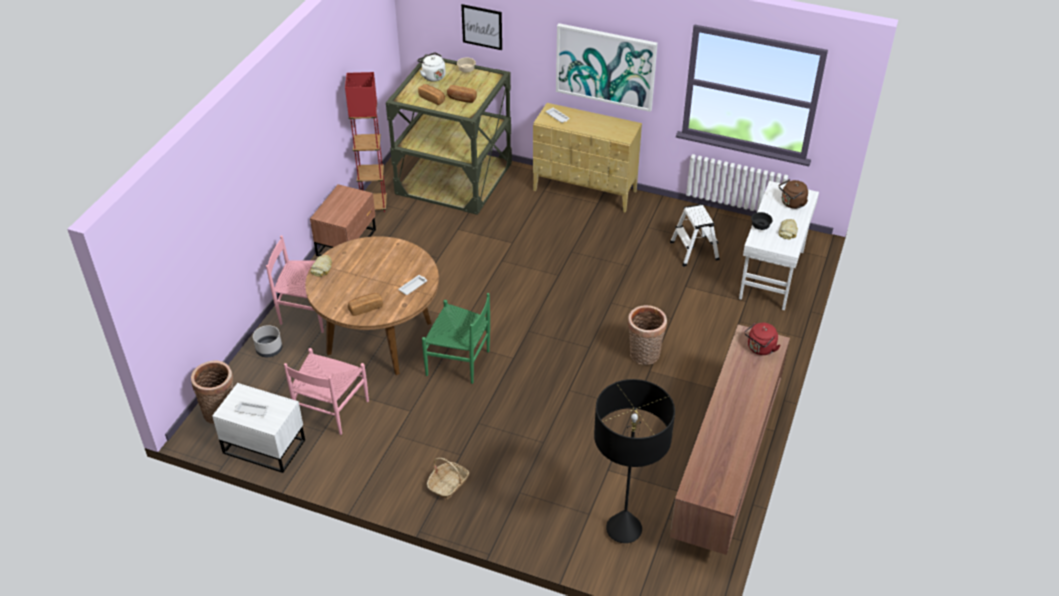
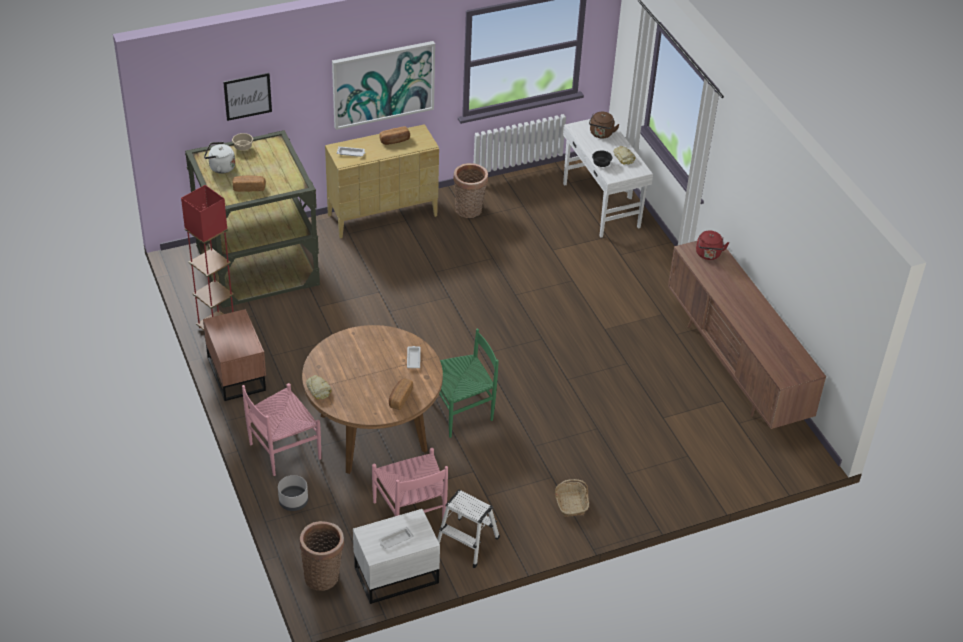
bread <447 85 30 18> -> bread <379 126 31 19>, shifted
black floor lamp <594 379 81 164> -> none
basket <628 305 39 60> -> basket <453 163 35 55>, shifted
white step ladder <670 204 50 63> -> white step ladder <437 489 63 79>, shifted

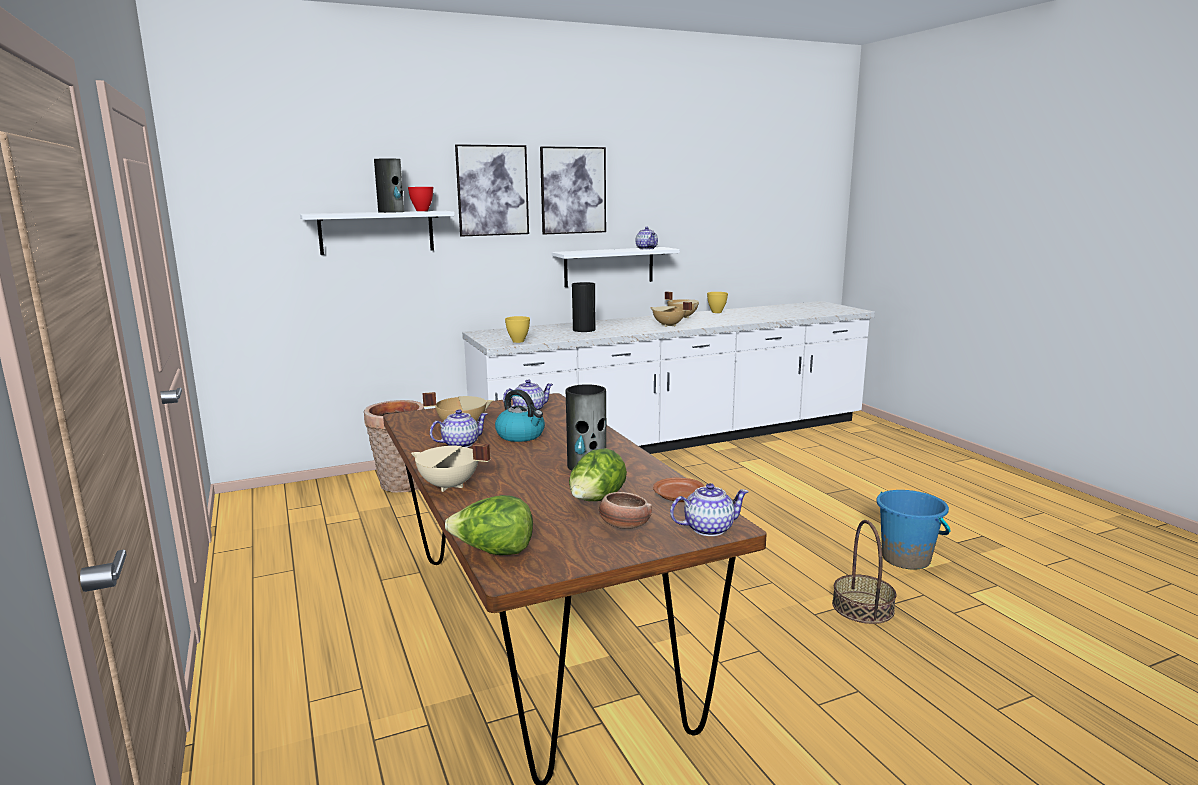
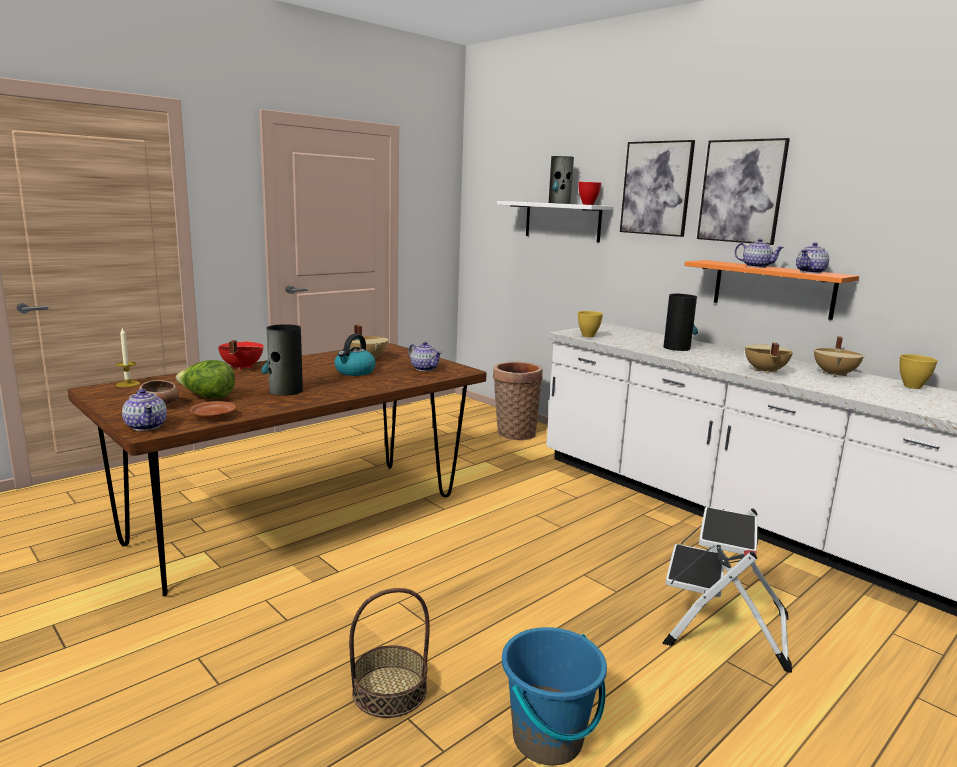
beige cooking pot <411 443 79 49> -> red cooking pot <218 340 46 30>
teapot <430 409 58 39> -> teapot <735 239 49 29>, shifted
lettuce <445 495 88 60> -> candle <116 328 24 59>
white shelf <551 247 129 40> -> orange shelf <684 260 175 60>
none -> step ladder <662 507 130 166>

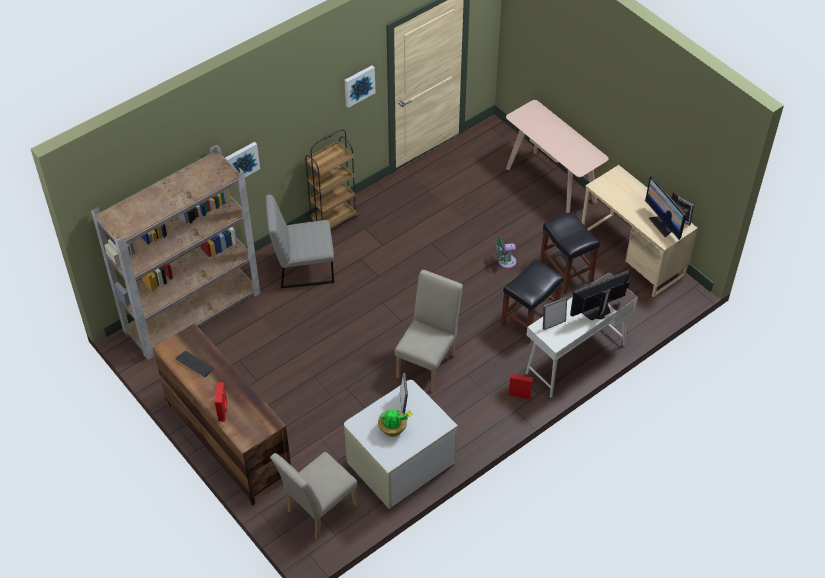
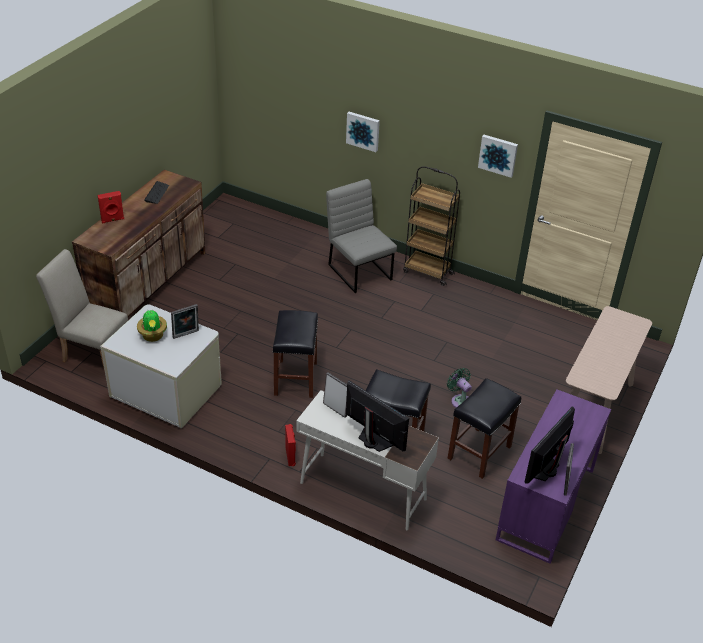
brown bookcase <91 145 170 215> -> none
beige chair <395 270 68 123> -> black stool <272 310 46 88>
beige desk <582 165 116 132> -> purple desk <496 389 115 175>

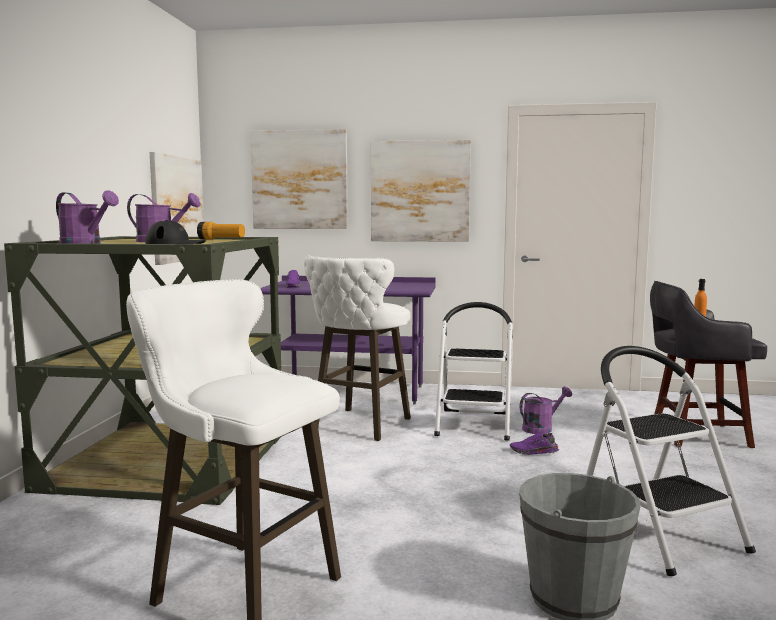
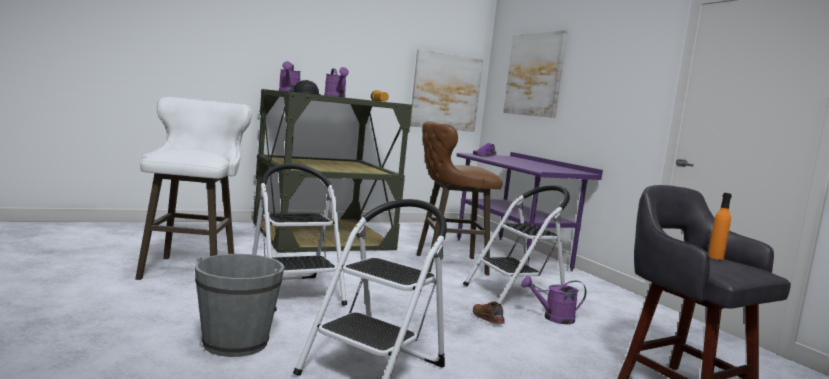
white stool <304 256 107 185> -> brown stool <416 121 87 154>
picture <371 140 100 102> -> none
purple shoe <510 432 49 23> -> brown shoe <473 301 32 23>
purple watering can <520 386 52 48> -> purple watering can <521 276 65 48>, 150 degrees clockwise
none -> step ladder <252 163 95 149>

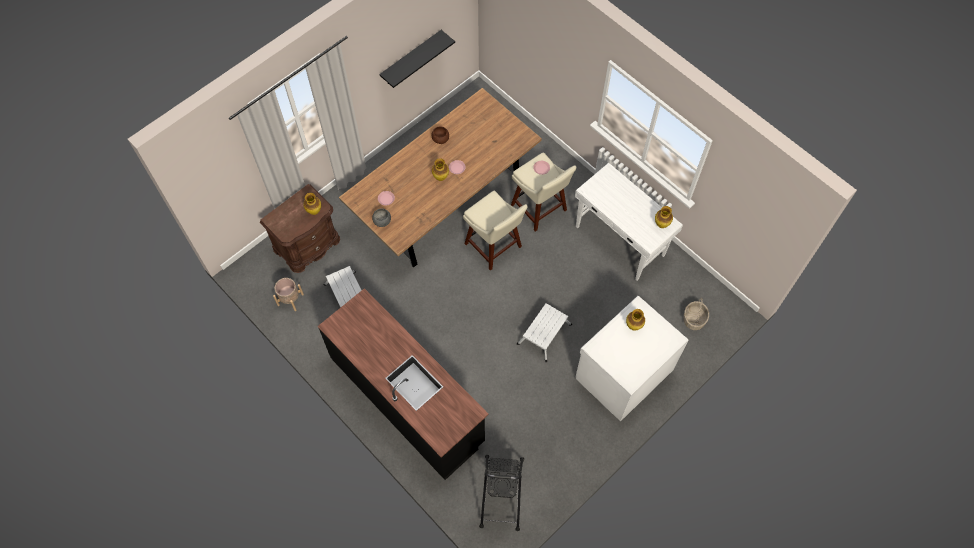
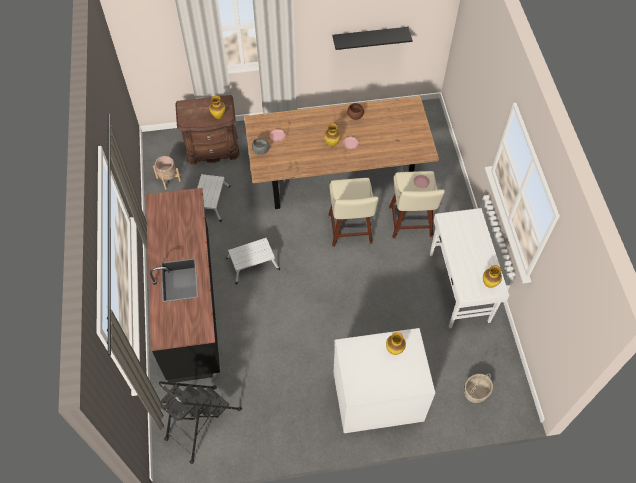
white step ladder <517 303 55 59> -> white step ladder <226 237 54 48>, shifted

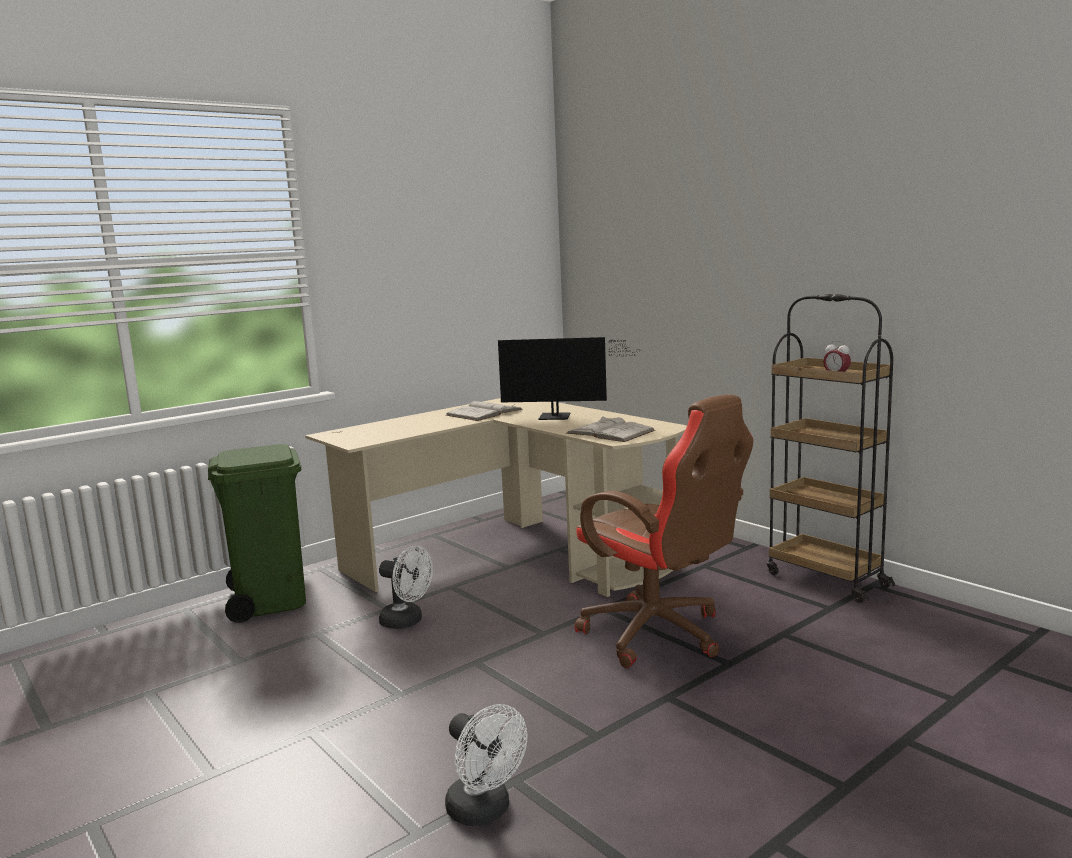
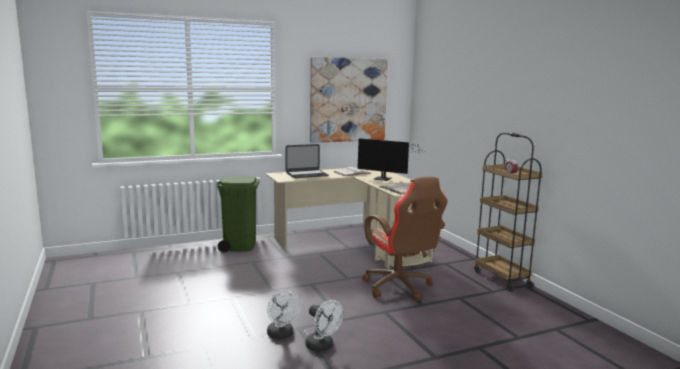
white fan <379 546 54 83> -> white fan <305 300 38 52>, shifted
none -> laptop <286 144 43 34>
none -> picture <310 57 78 86>

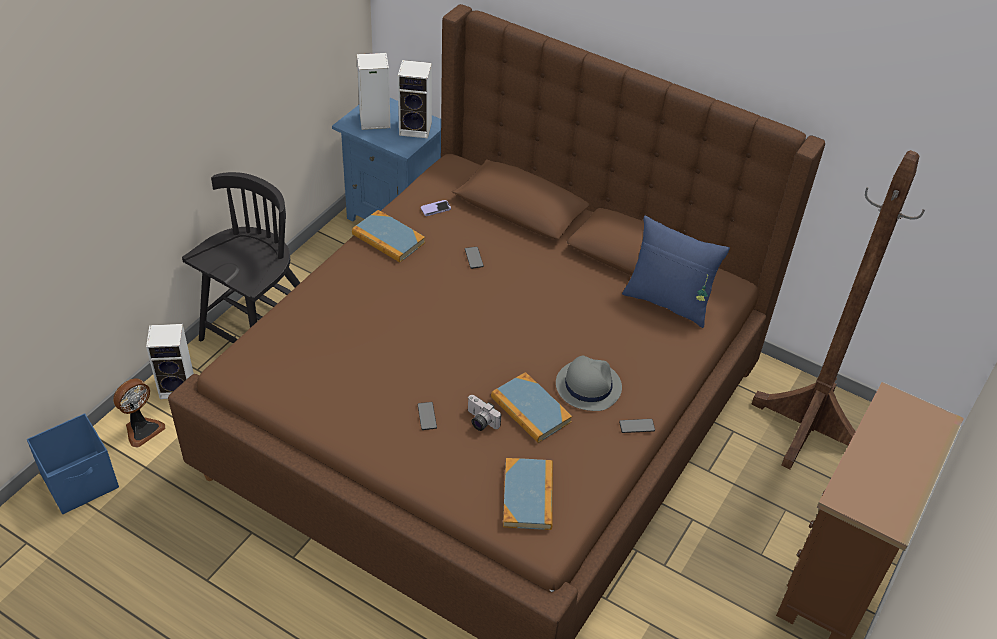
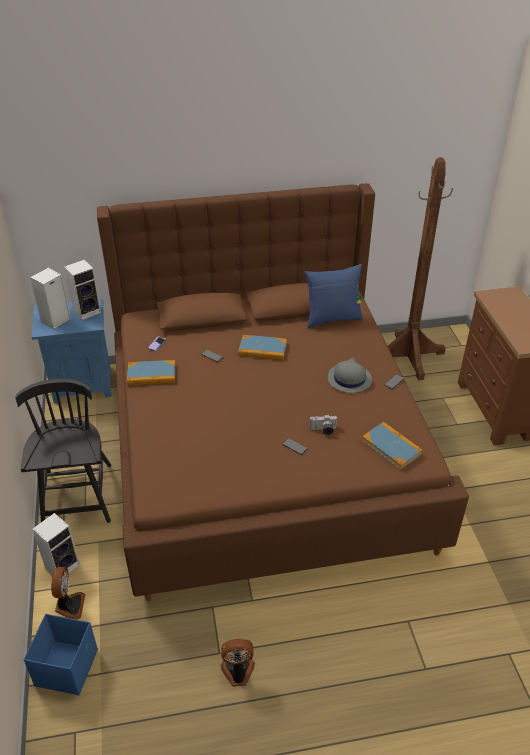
book <491 372 81 71> -> book <238 335 49 25>, shifted
none -> fan <220 639 35 48>

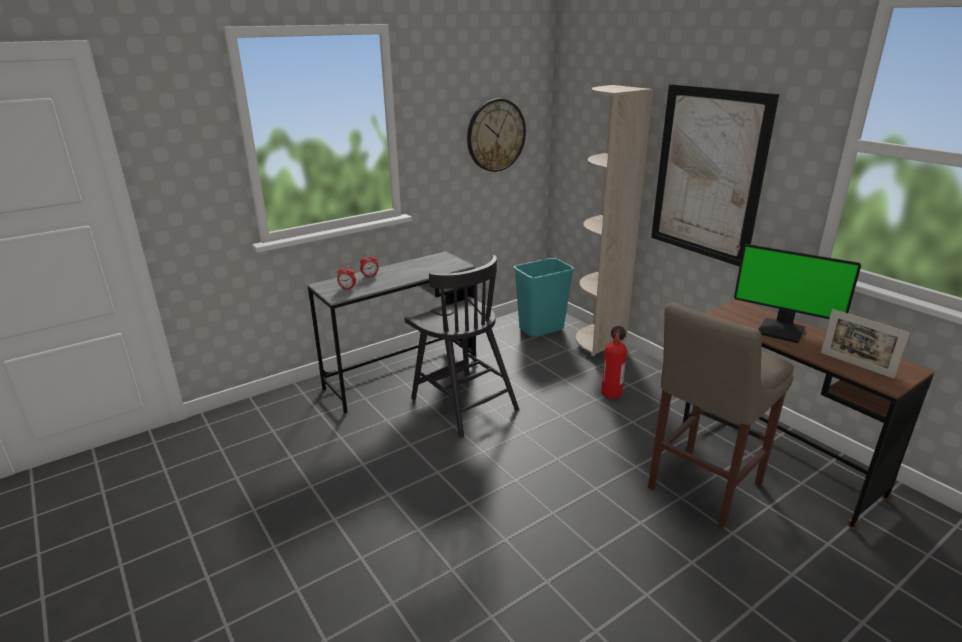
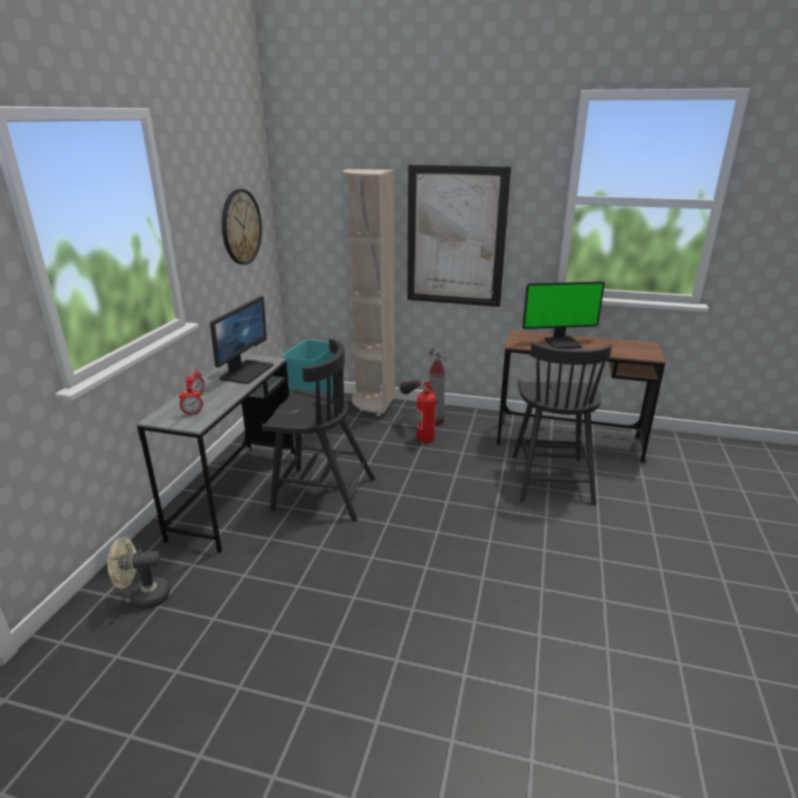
beige stool <648 303 146 225> -> black chair <513 342 99 164>
picture frame <821 309 89 70> -> none
none -> beige fan <107 537 63 72>
none -> monitor <210 296 64 88>
none -> fire extinguisher <429 346 17 79>

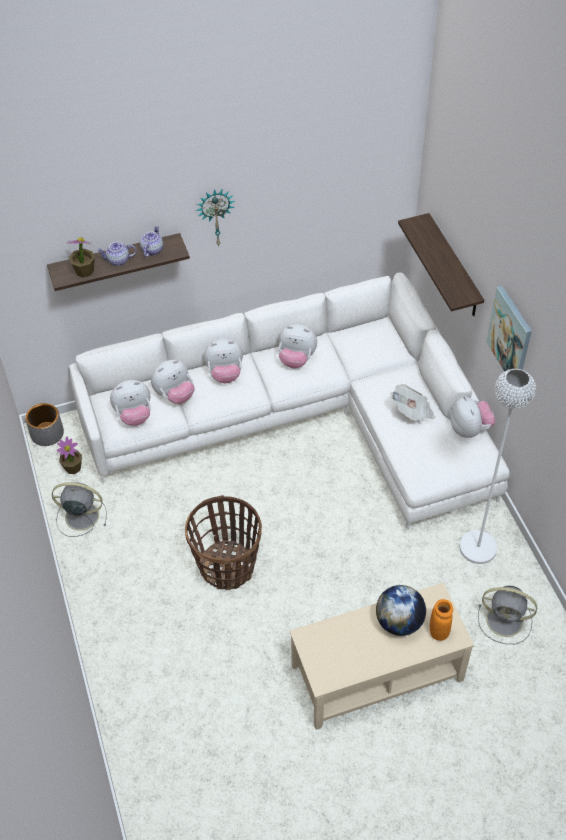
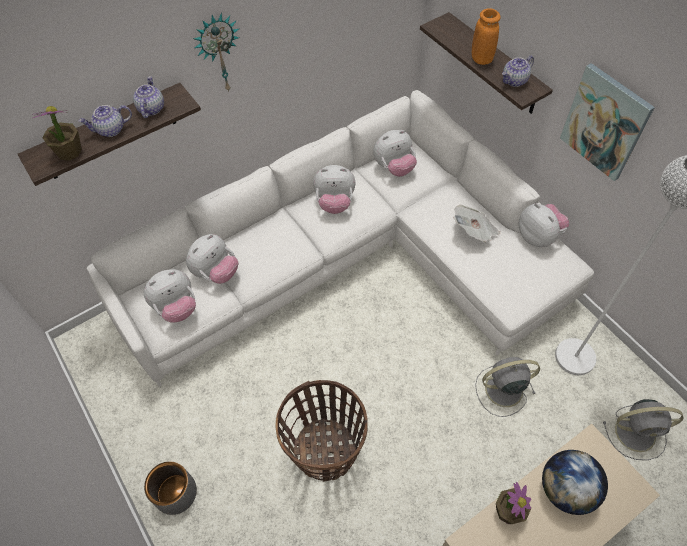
grey planter <25 403 39 43> -> grey planter <144 461 53 54>, shifted
grey fan <52 482 55 55> -> grey fan <475 357 65 60>, shifted
potted plant <57 436 25 38> -> potted plant <496 482 35 42>, shifted
plush toy <204 339 39 44> -> plush toy <373 130 44 47>, shifted
orange vase <430 599 23 42> -> orange vase <472 8 28 57>, shifted
none -> teapot <502 56 32 31>

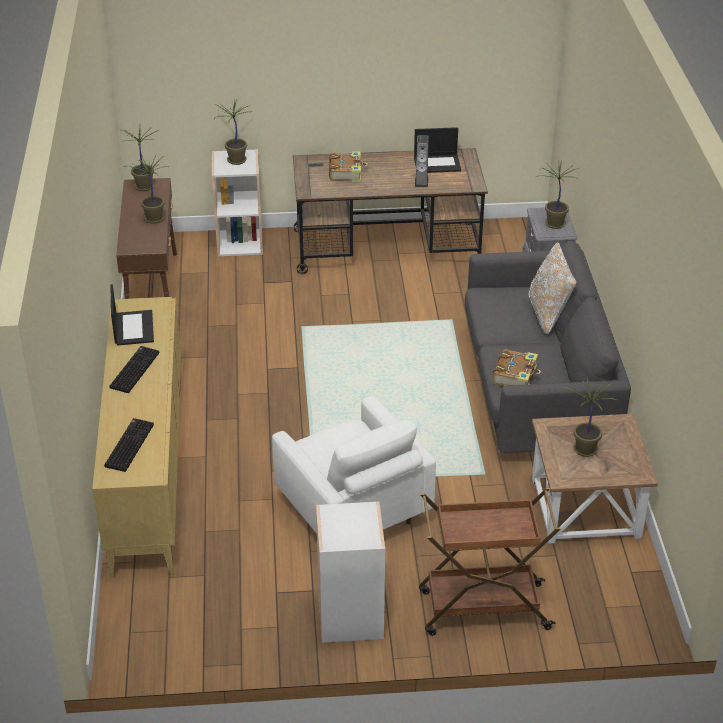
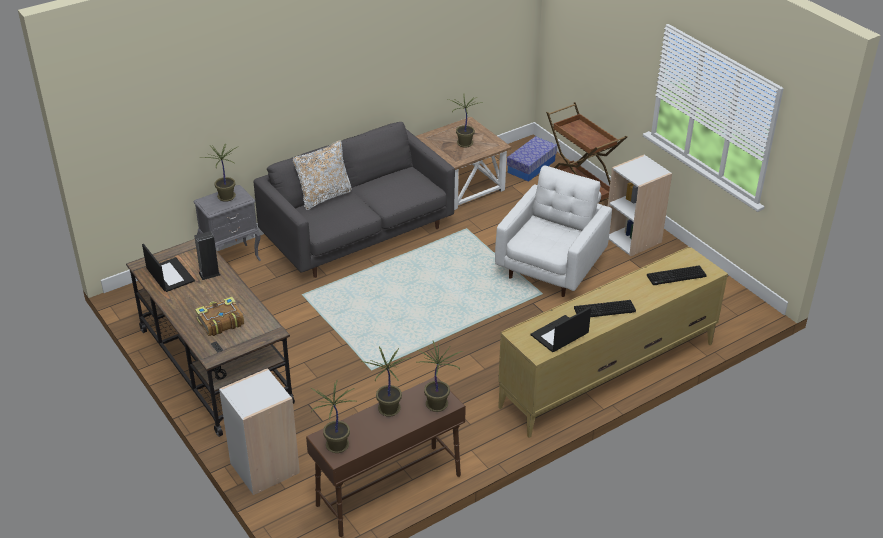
potted plant <214 99 39 66> -> potted plant <418 341 45 71>, shifted
book <492 349 49 37> -> none
none -> storage box <507 136 50 46>

